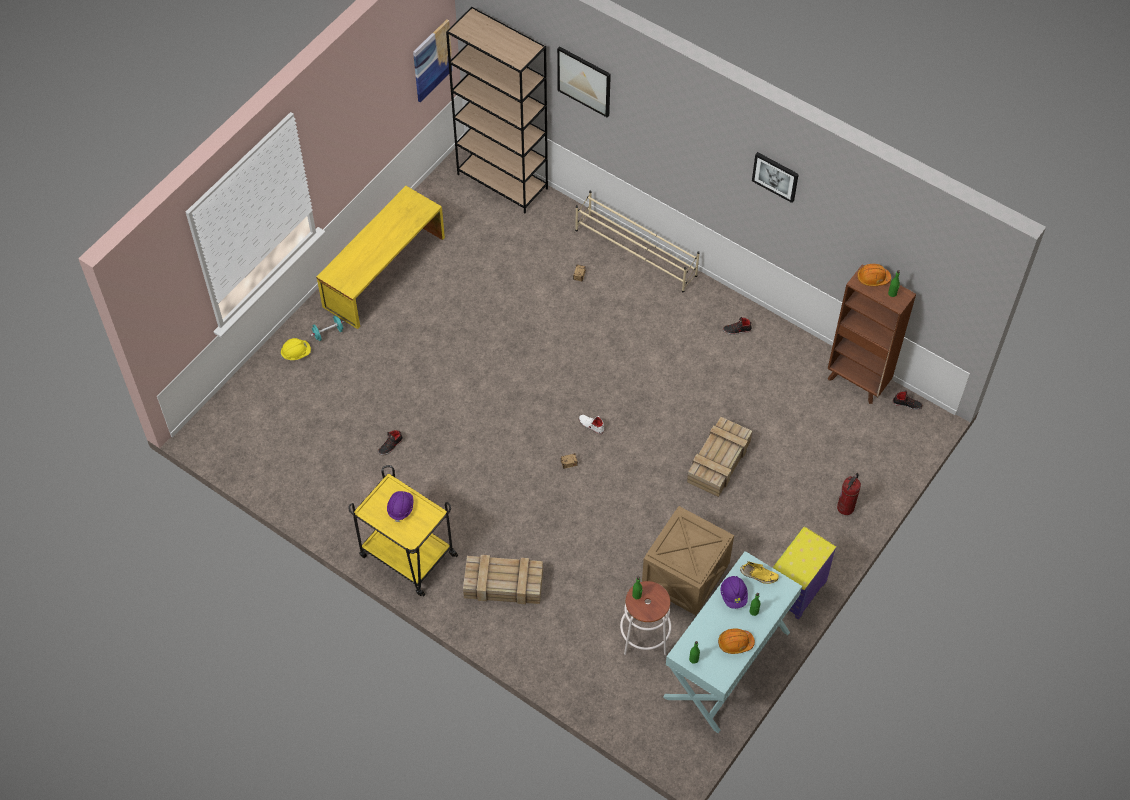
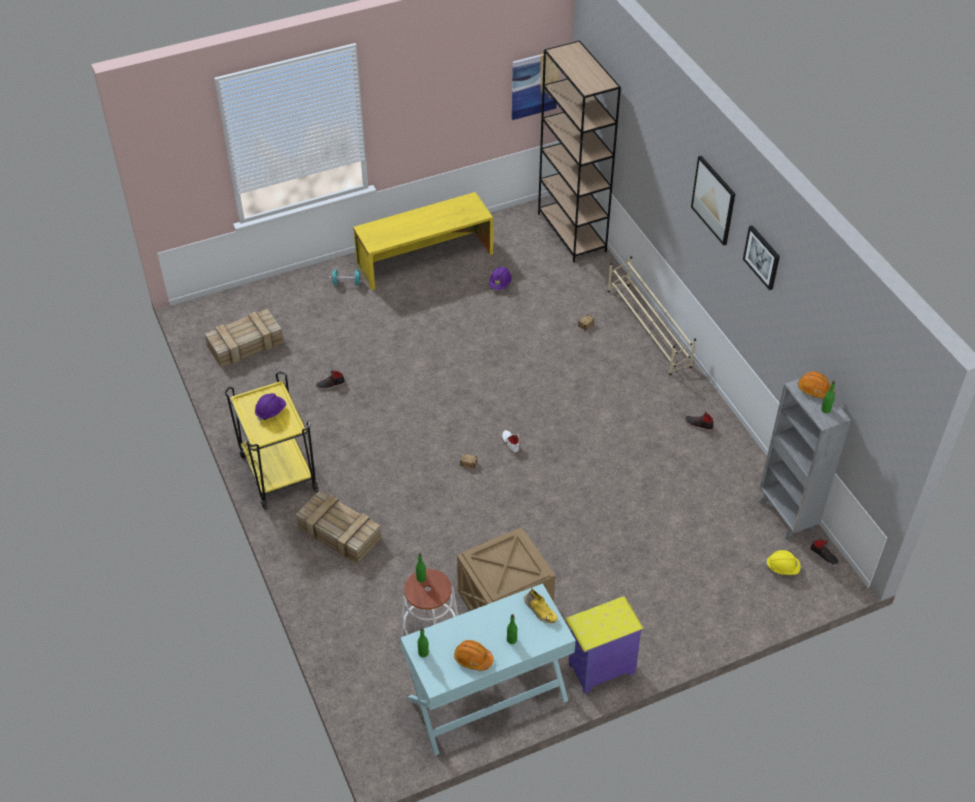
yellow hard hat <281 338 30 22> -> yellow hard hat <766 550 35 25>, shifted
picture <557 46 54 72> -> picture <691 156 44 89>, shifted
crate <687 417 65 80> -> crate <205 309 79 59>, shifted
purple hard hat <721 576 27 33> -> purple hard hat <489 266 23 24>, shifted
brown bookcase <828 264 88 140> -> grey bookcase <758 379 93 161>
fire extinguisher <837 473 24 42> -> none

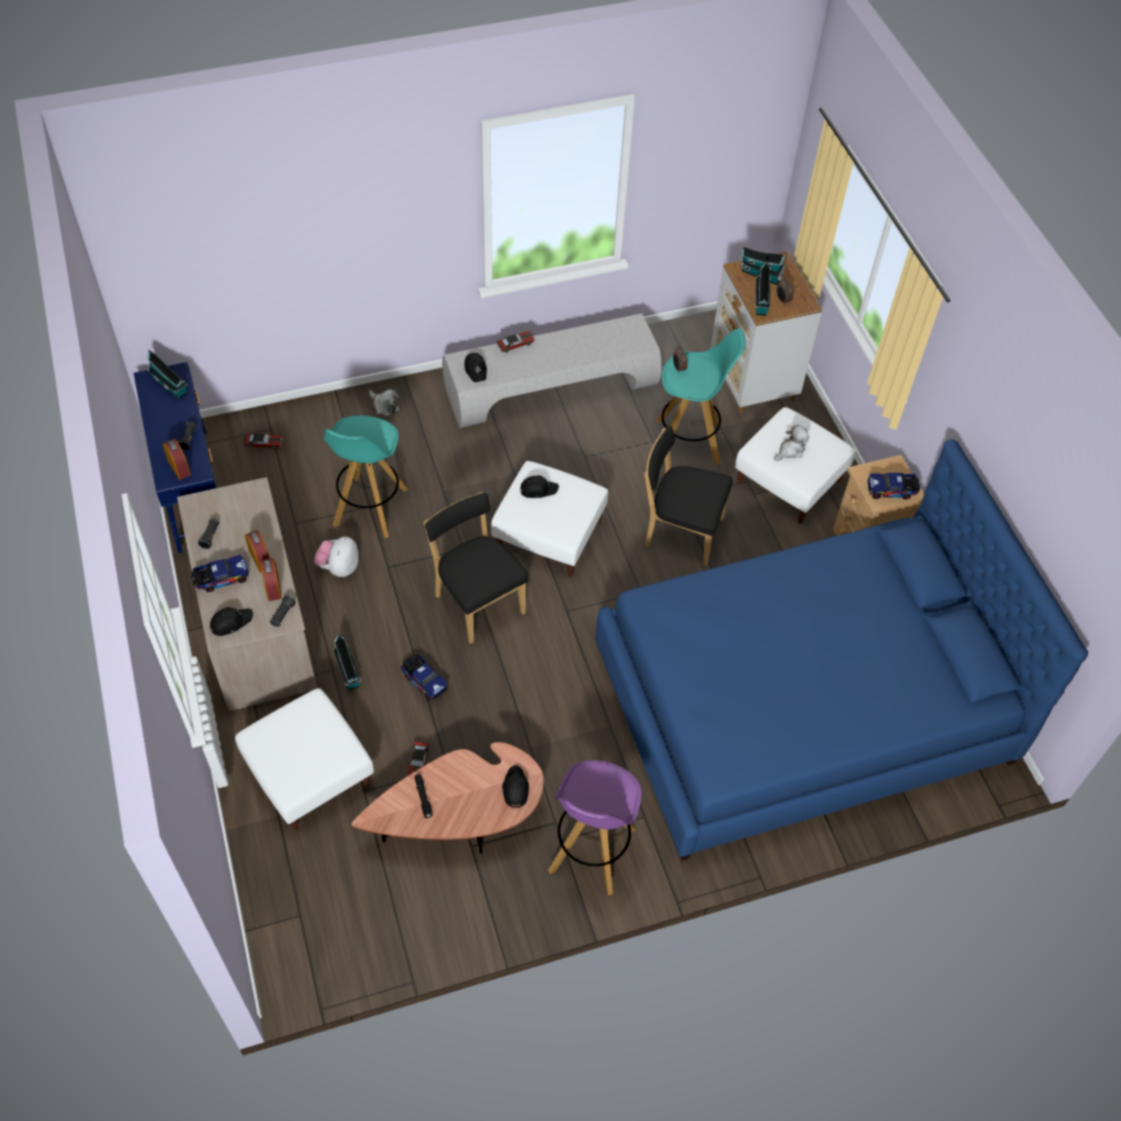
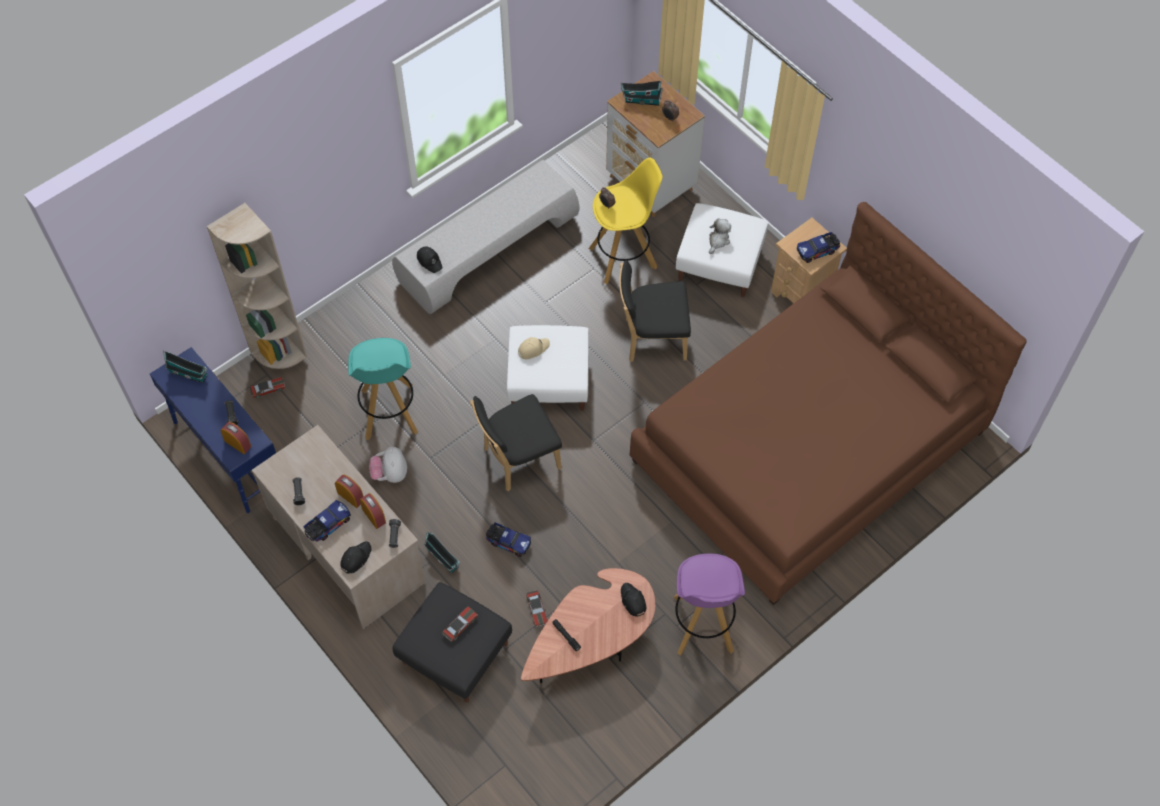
white ottoman <235 688 139 143> -> black ottoman <392 582 120 120>
plush toy <369 389 30 27> -> none
black chair <424 492 104 152> -> black chair <470 394 92 98>, 60 degrees counterclockwise
toy car <496 331 38 22> -> toy car <442 606 35 35>, shifted
black cap <520 475 39 23> -> beige cap <518 337 32 22>
blue bed <595 439 493 422> -> brown bed <630 202 397 403>
turquoise stool <656 328 89 136> -> yellow stool <589 158 74 126>
toy house <755 261 16 55> -> none
none -> beige bookcase <207 203 100 166>

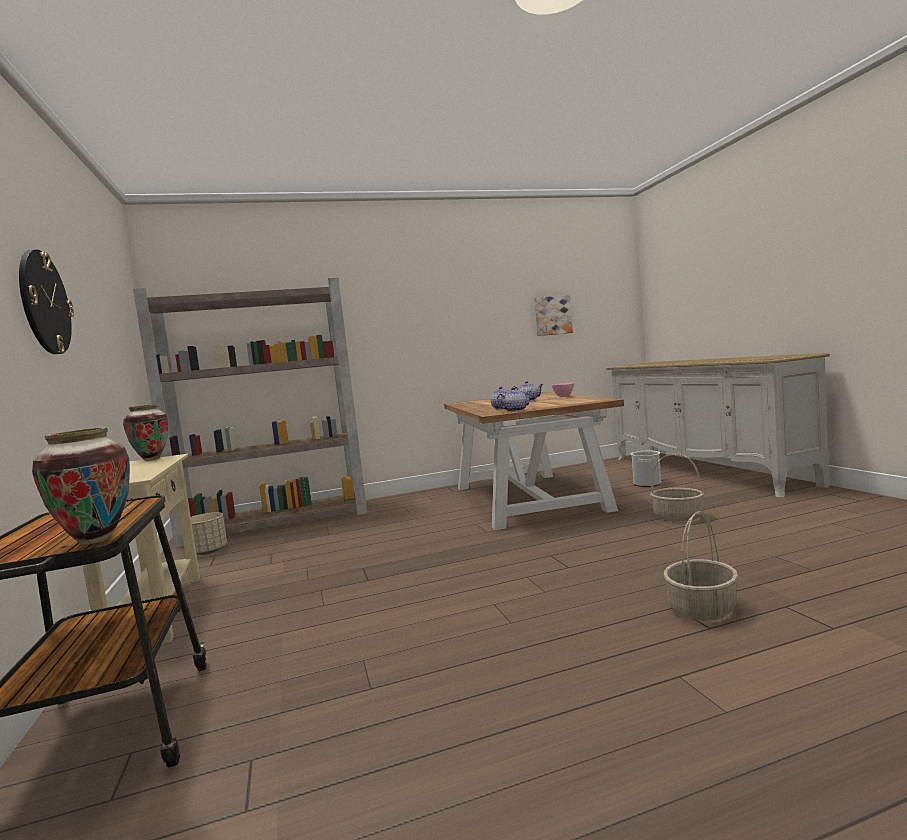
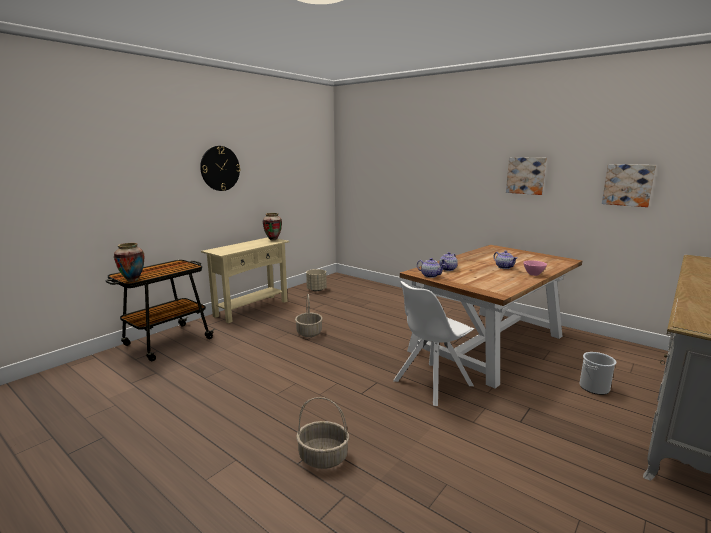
brown bookcase <133 278 234 270> -> none
basket <650 453 54 68> -> basket <295 294 28 43>, shifted
none -> white chair <393 281 81 125>
none -> picture <506 157 41 38>

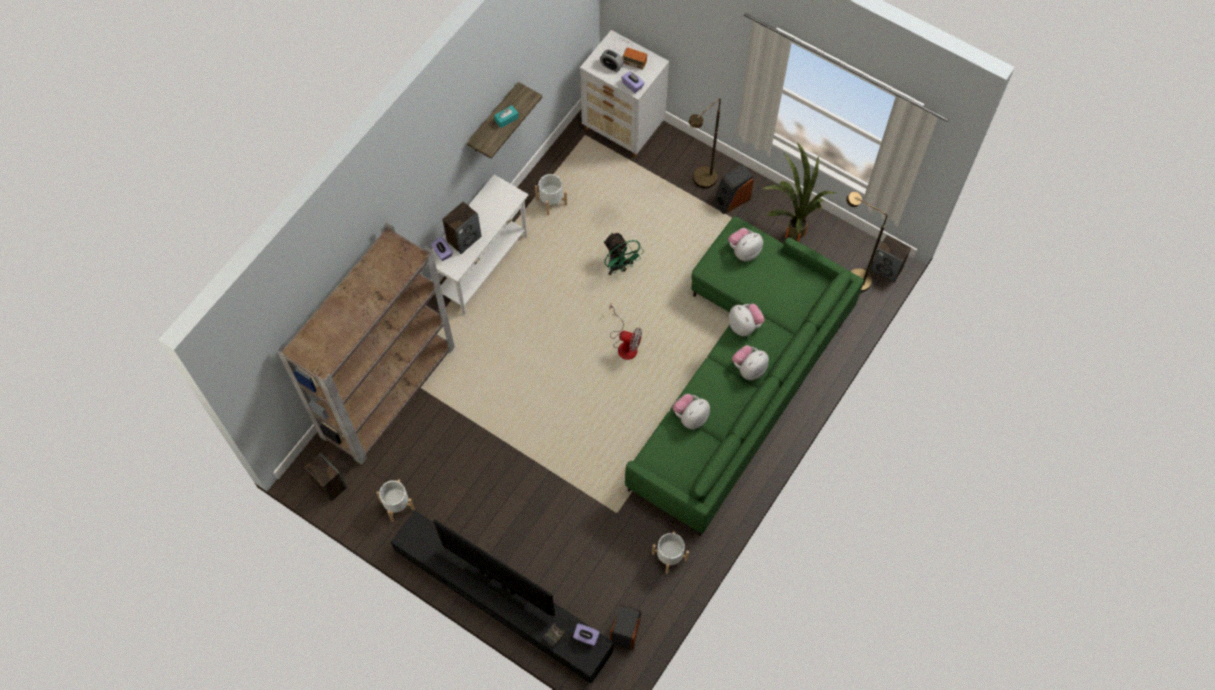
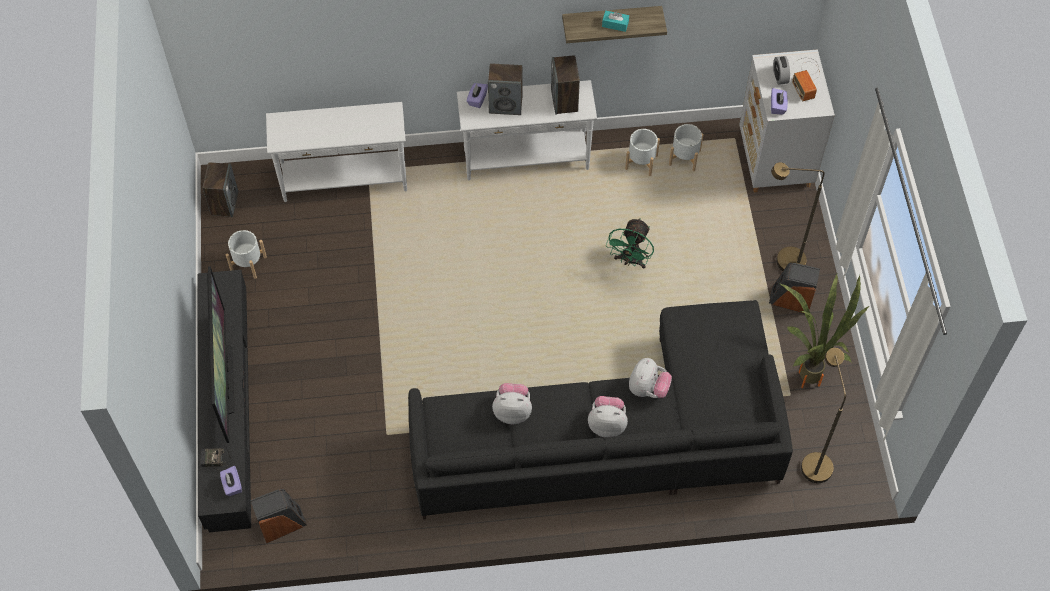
brown bookcase <277 222 178 243> -> white console table <266 102 141 100>
fan <610 304 32 56> -> none
green sofa <625 216 239 320> -> black sofa <408 300 385 220>
white planter <652 531 37 43> -> white planter <669 124 35 47>, shifted
plush toy <728 228 35 33> -> none
speaker <870 235 41 48> -> speaker <551 55 29 59>, shifted

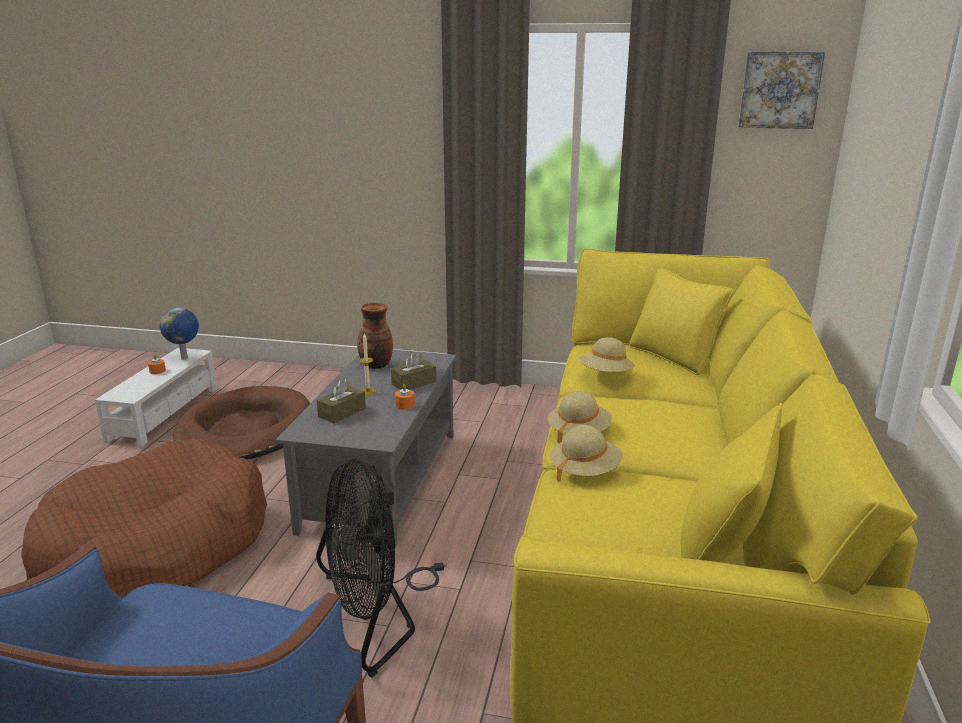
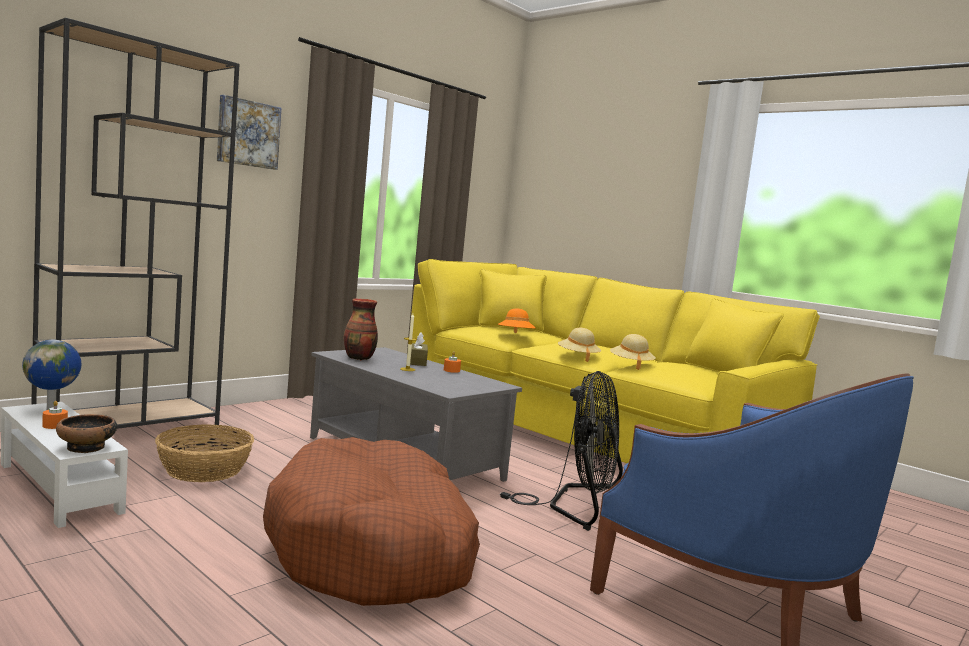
brown dog bed <173 386 137 74> -> basket <155 424 99 58>
black fan <316 459 131 219> -> black fan <499 371 124 160>, 75 degrees counterclockwise
brown tissue box <317 379 49 45> -> none
beige hat <578 337 57 35> -> orange hat <498 309 38 24>
picture <738 52 87 77> -> picture <217 95 64 75>, shifted
none -> bookcase <31 18 208 411>
none -> bowl <56 414 61 39>

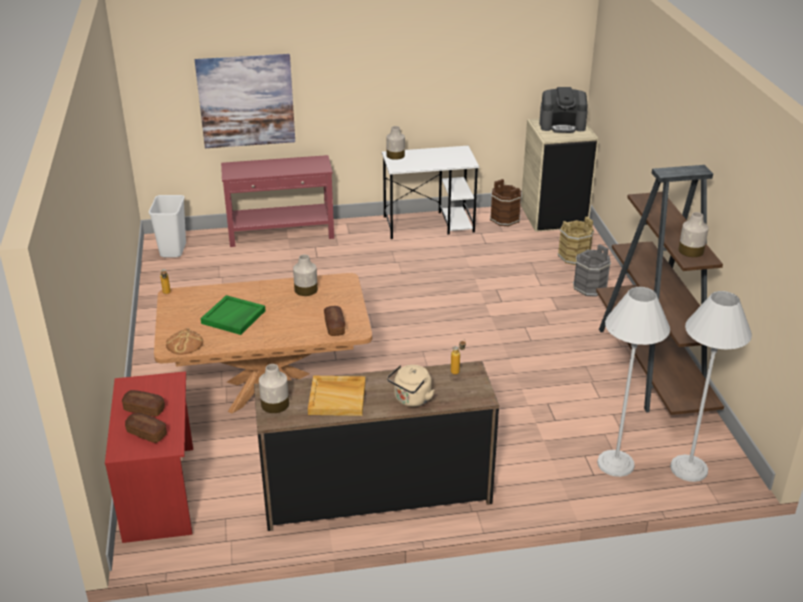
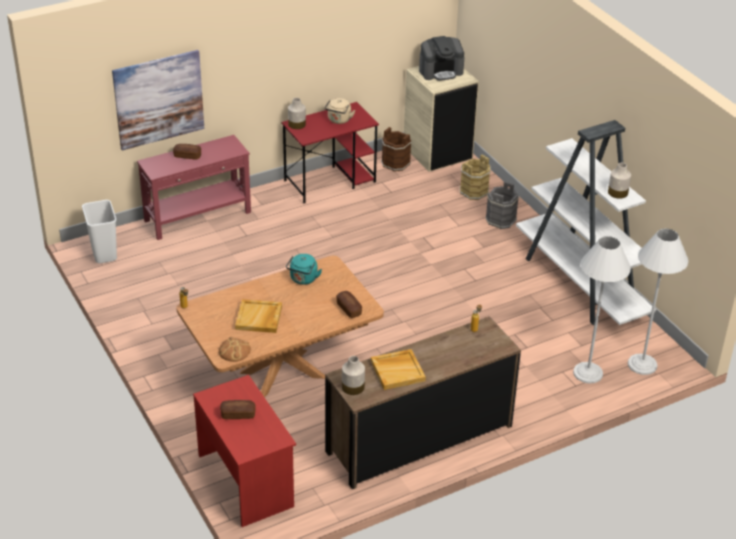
bread <125 413 42 30> -> bread <173 144 28 16>, shifted
green tray <201 295 65 40> -> beige tray <235 299 47 34>
beige vase <293 255 25 41> -> turquoise kettle <286 254 36 31>
white desk <382 146 97 93> -> red desk <281 102 98 102>
beige kettle <387 365 48 42> -> beige kettle <325 98 30 26>, shifted
brown bookcase <596 165 128 250> -> white bookcase <516 120 140 205>

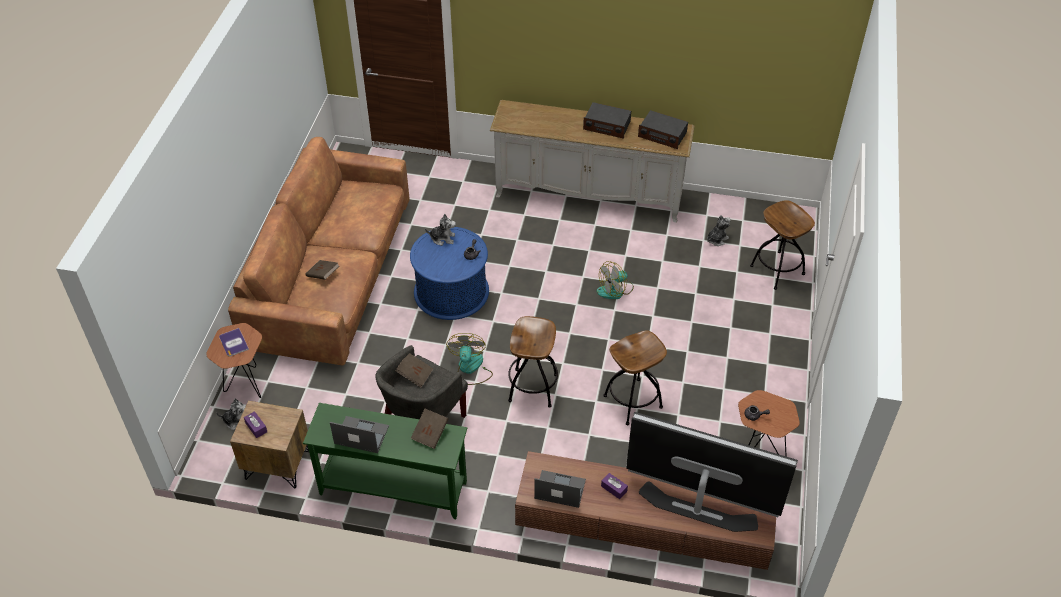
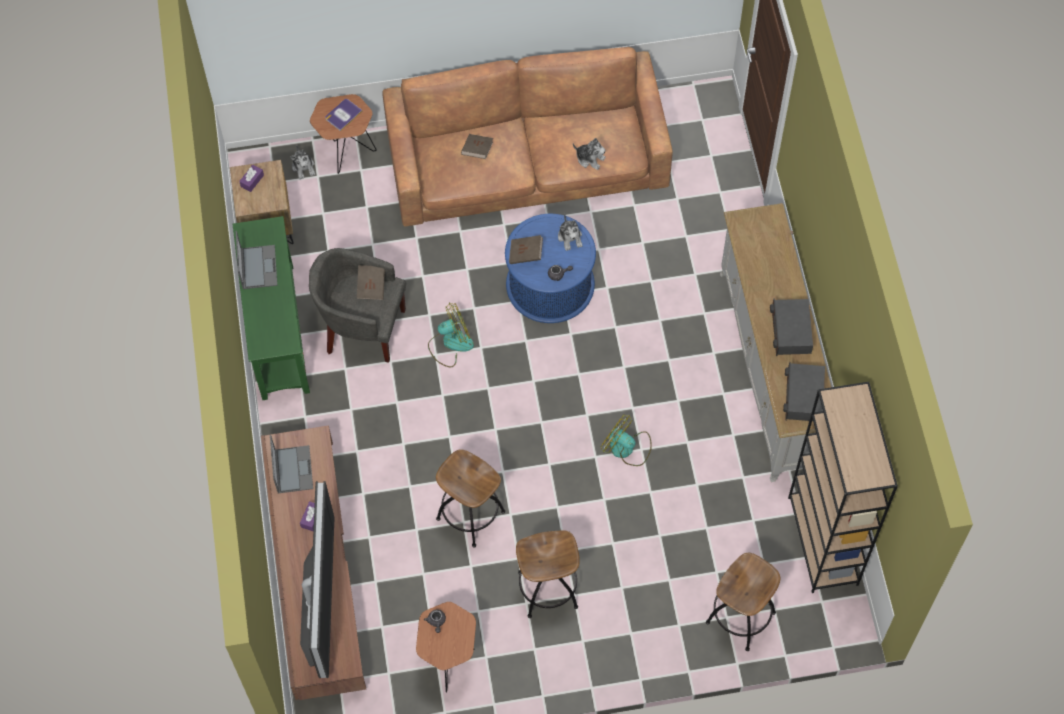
brown book <411 409 37 40> -> brown book <509 235 34 29>, shifted
brown stool <508 316 50 92> -> brown stool <516 530 64 88>, shifted
plush toy <707 215 24 31> -> plush toy <573 138 33 32>, shifted
none -> beige bookcase <788 382 110 211>

